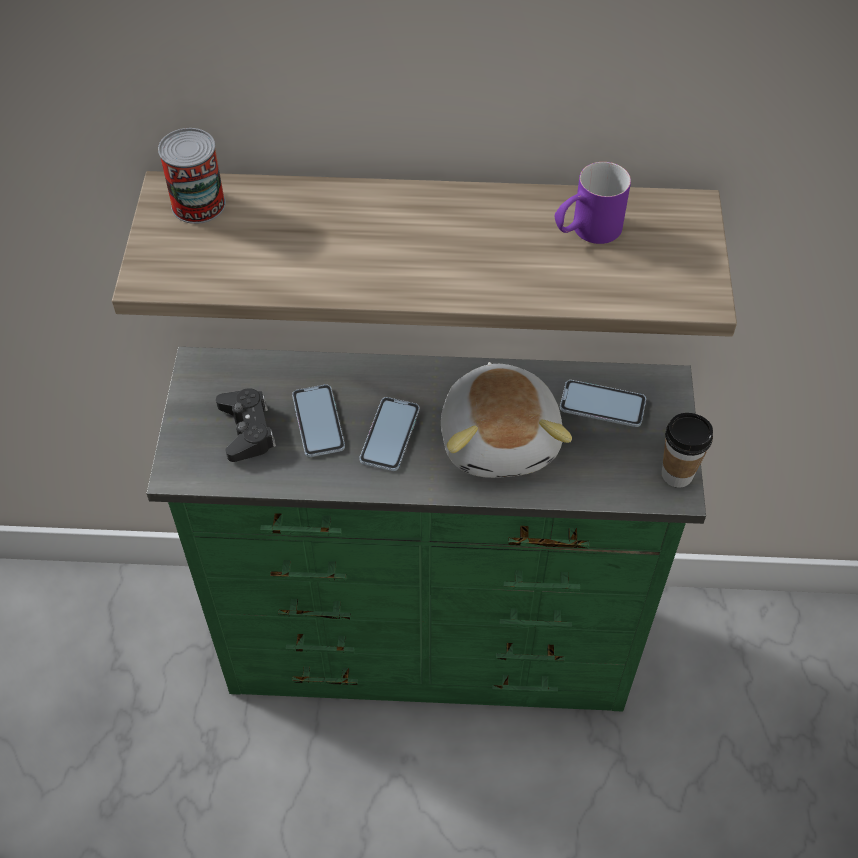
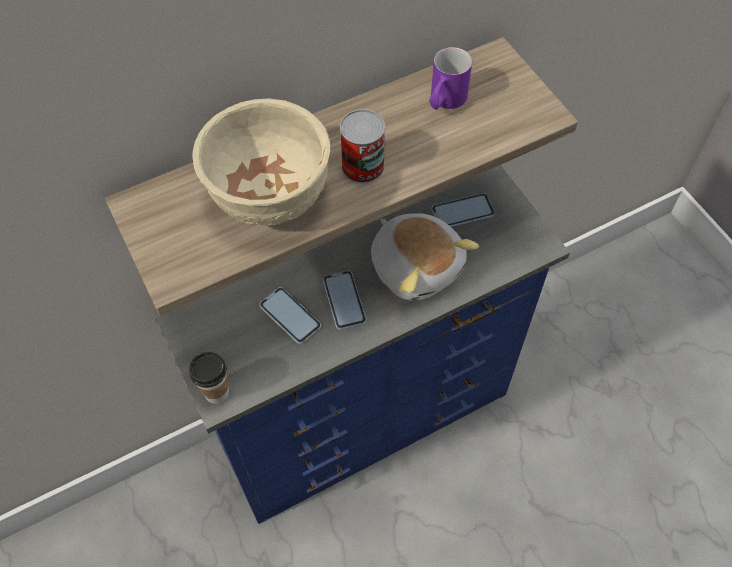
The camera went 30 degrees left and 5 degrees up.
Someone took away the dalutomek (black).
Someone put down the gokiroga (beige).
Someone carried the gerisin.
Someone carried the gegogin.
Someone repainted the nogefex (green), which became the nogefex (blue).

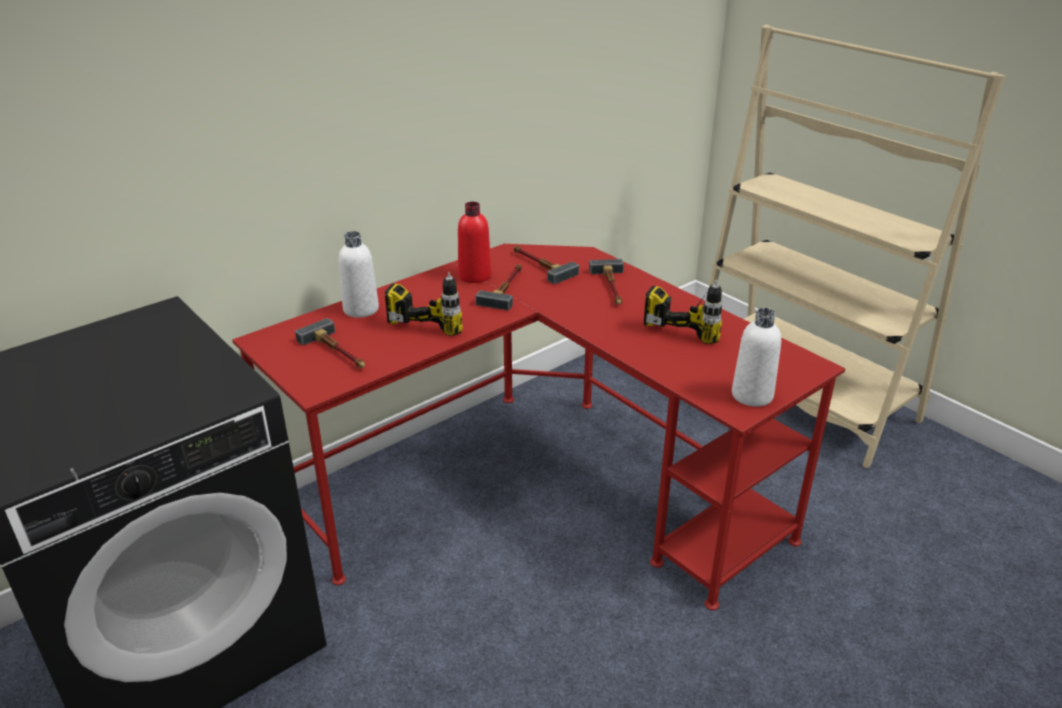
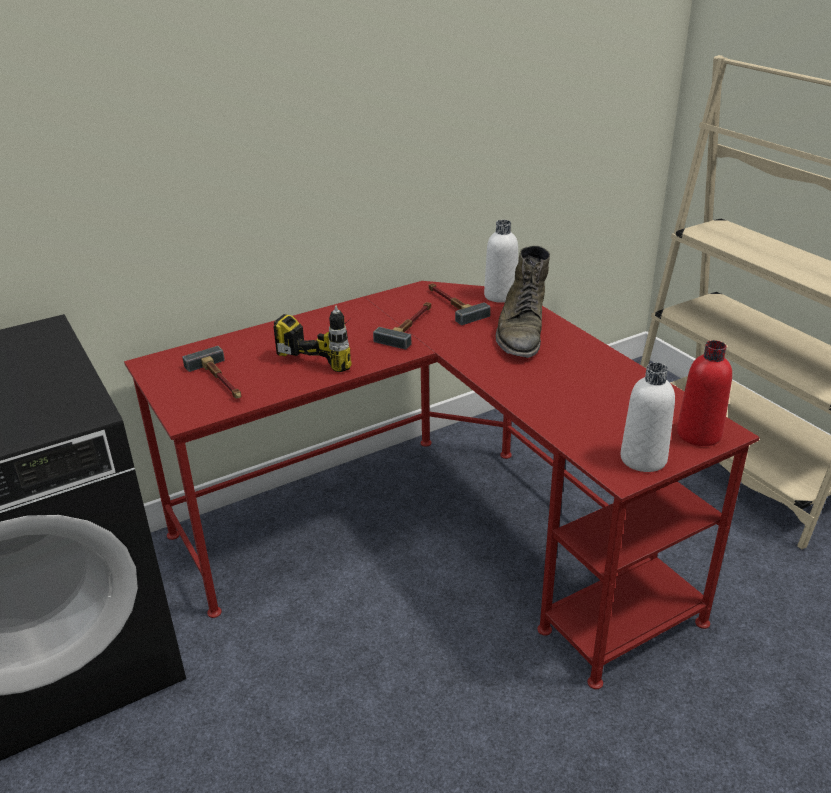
The camera went 10 degrees right and 0 degrees up.
Someone took away the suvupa (no. 2 from left).
Someone carried the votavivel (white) (no. 1 from left).
Someone carried the votavivel (red).
Someone swapped the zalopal (no. 4 from left) for the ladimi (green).

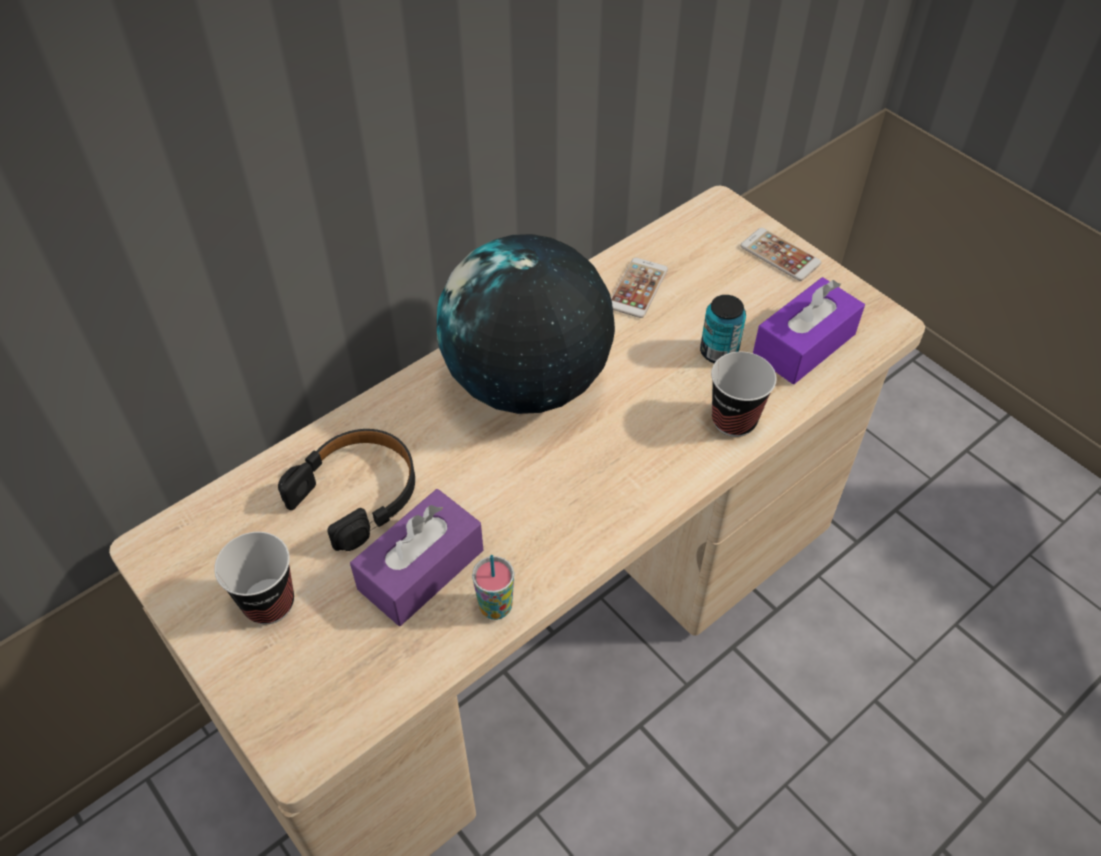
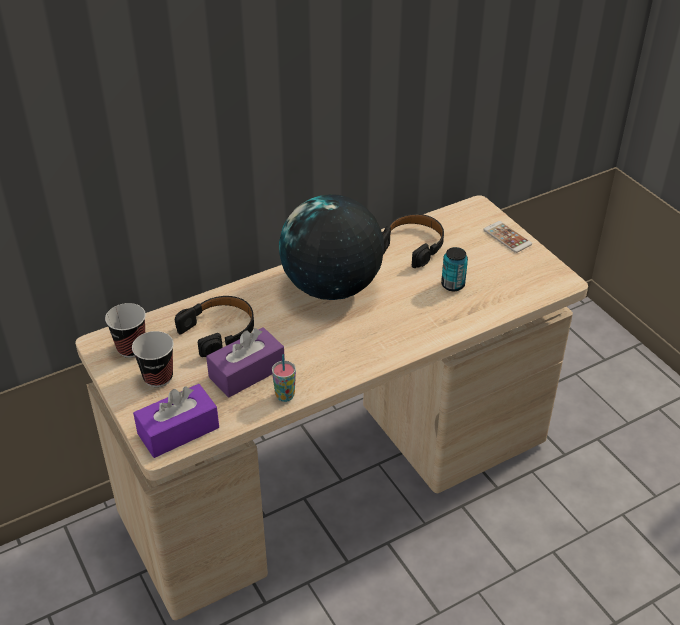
The camera went 10 degrees right and 10 degrees down.
Someone carried the gegogin (no. 3 from left in the first image).
Someone carried the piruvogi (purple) (no. 2 from left in the first image).
Someone swapped the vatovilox (no. 1 from left) for the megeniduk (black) (no. 2 from left).

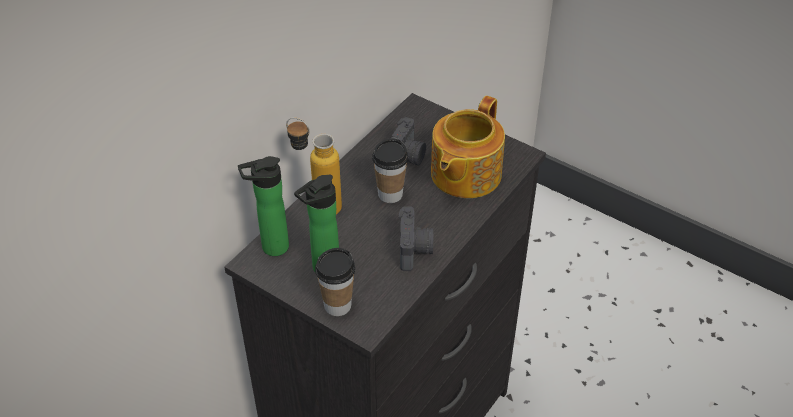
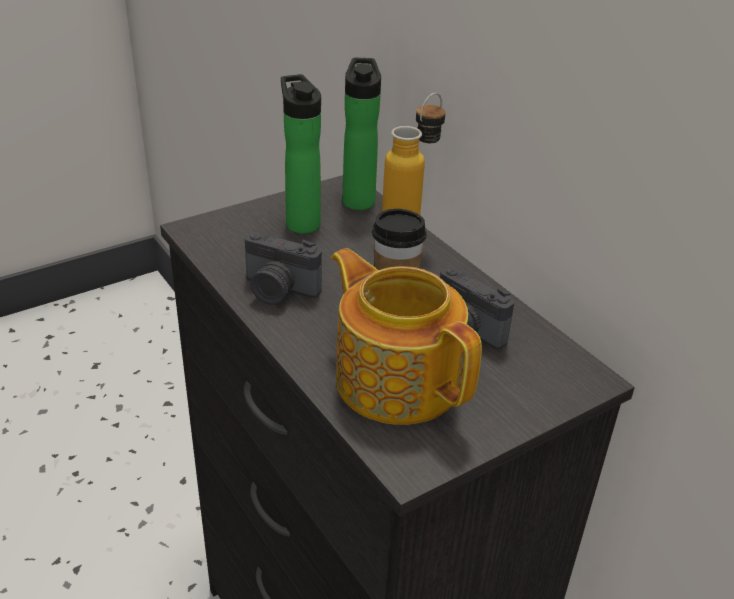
The camera went 110 degrees right and 10 degrees down.
Someone took away the gegogin (no. 1 from left).

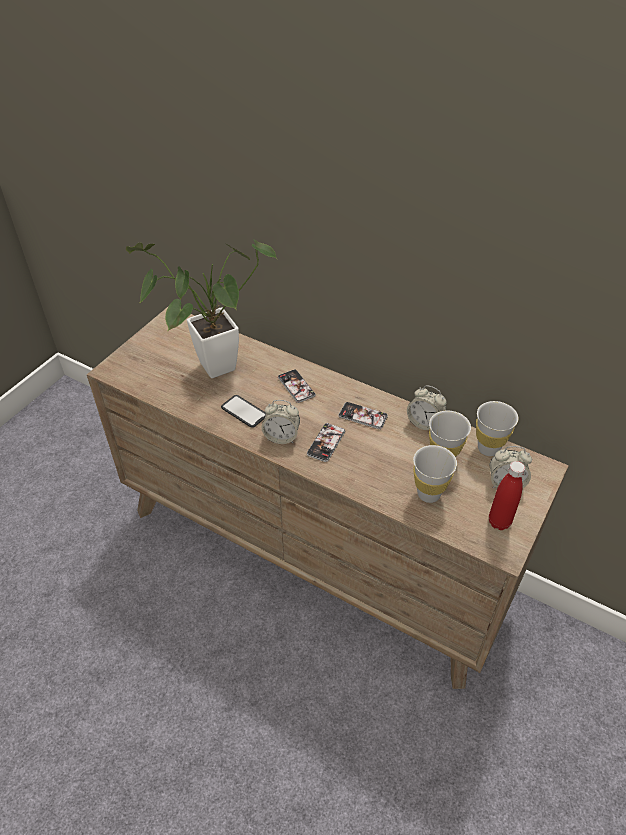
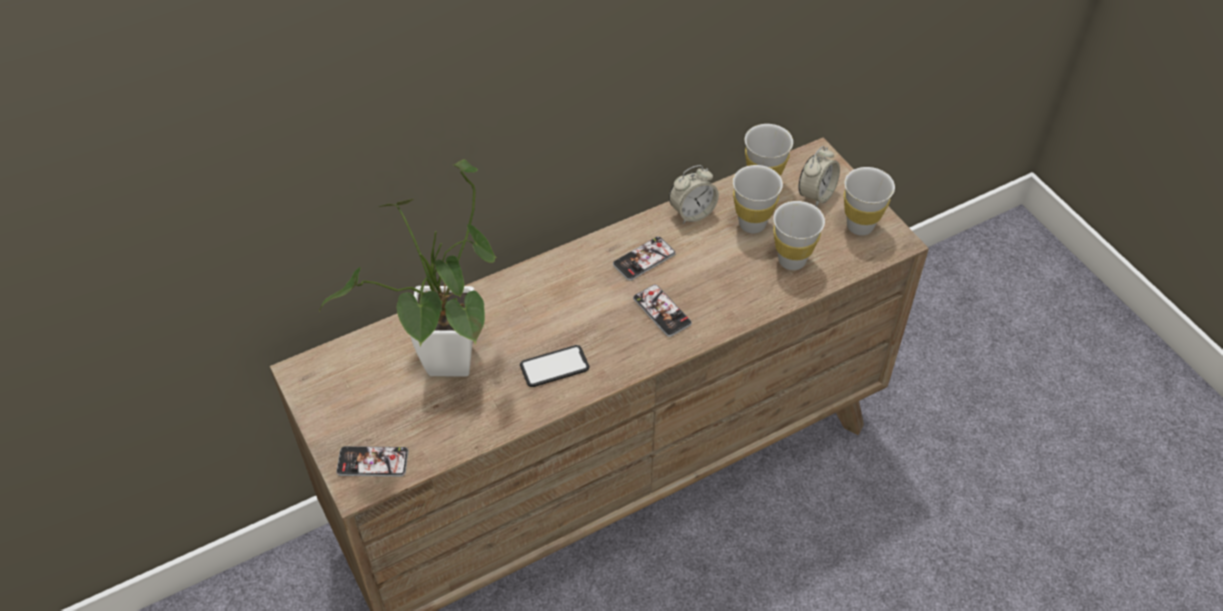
The camera went 60 degrees left and 5 degrees up.
Someone took away the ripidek (no. 1 from left).
Someone carried the vatovilox (no. 2 from left in the first image).
Someone swapped the votavivel (red) for the gegogin (white) (no. 4 from left).

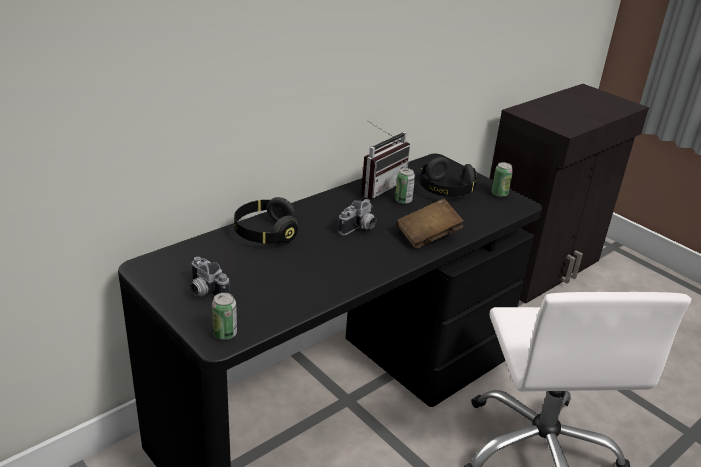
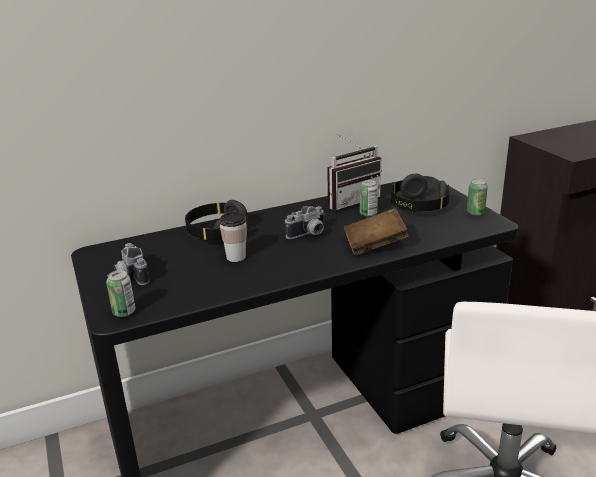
The camera went 20 degrees right and 5 degrees down.
Someone put down the gegogin.

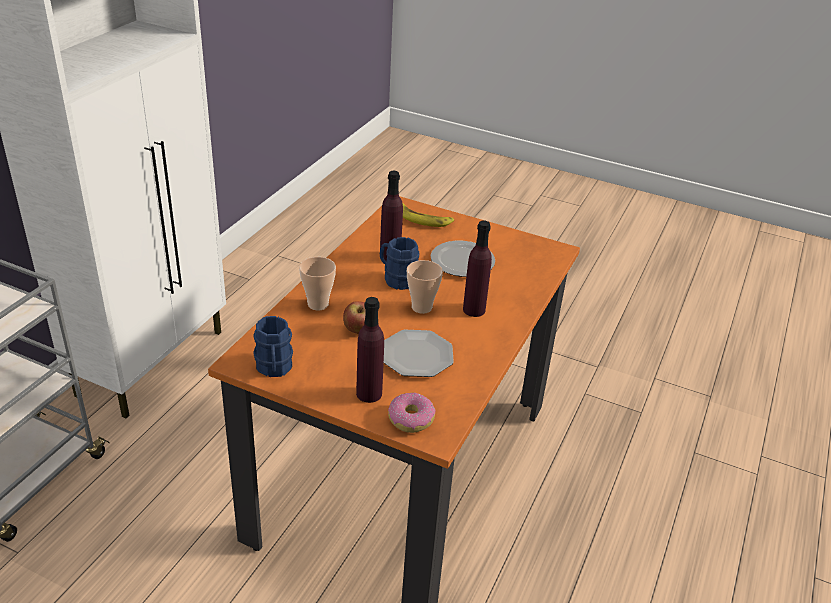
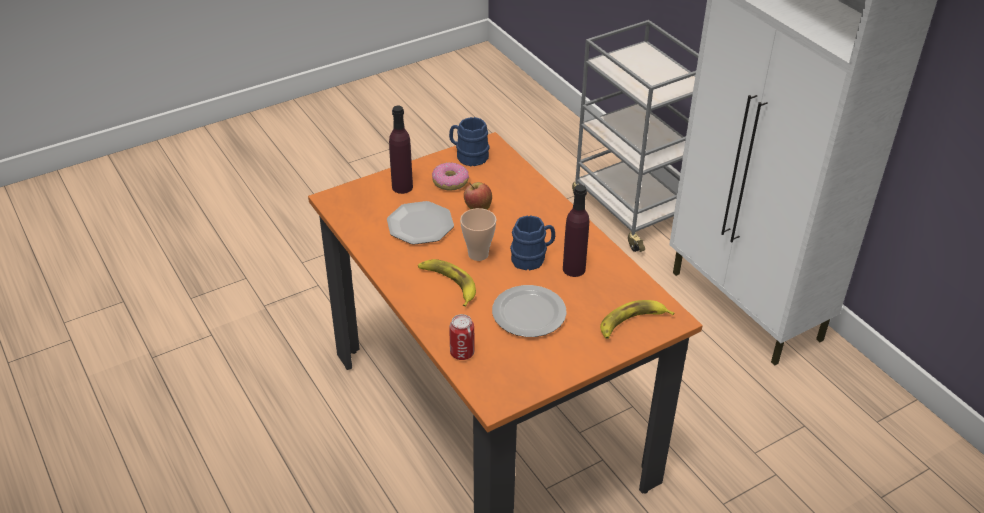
The camera went 125 degrees right and 5 degrees up.
Someone took away the gegogin (no. 1 from left).
Someone put down the gerisin.
Someone carried the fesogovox.
Someone swapped the votavivel (purple) (no. 3 from left) for the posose (no. 1 from left).

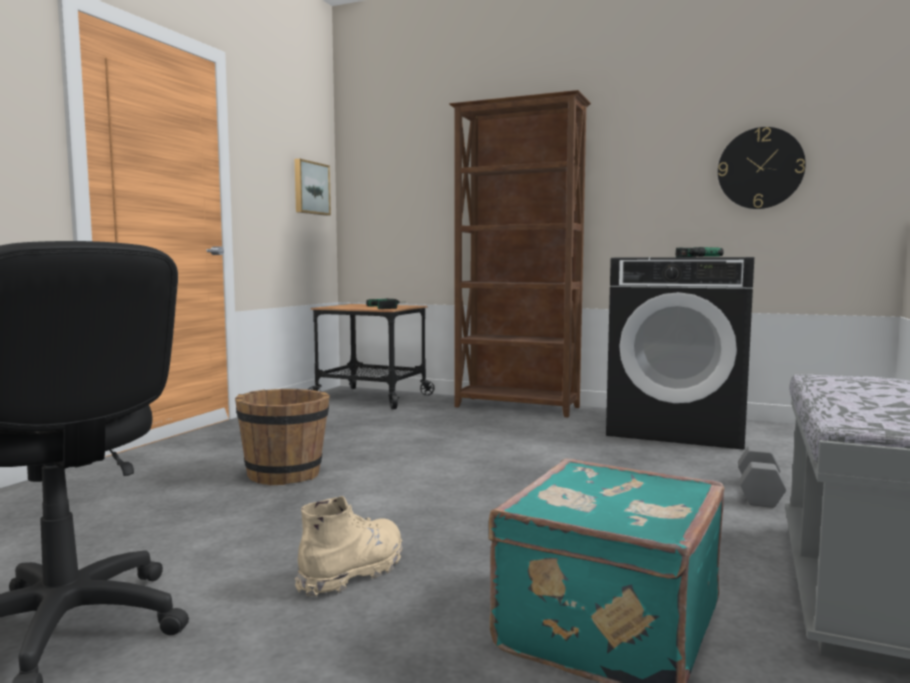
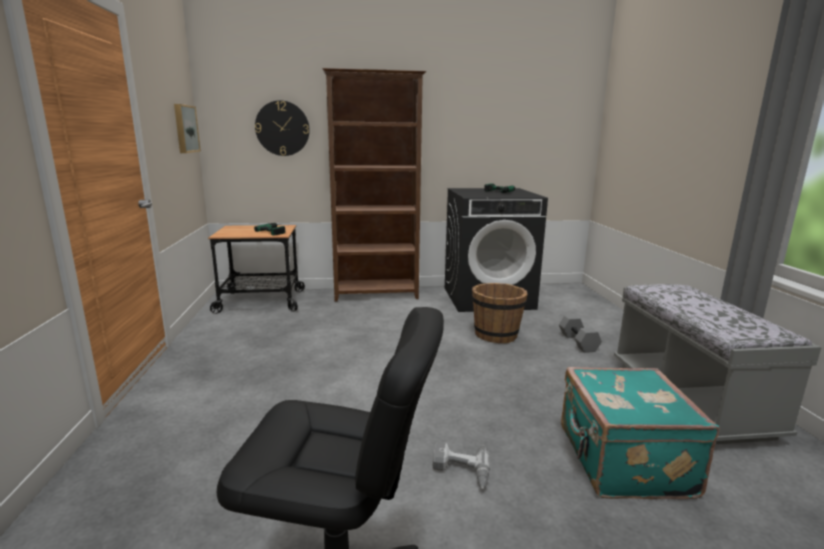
The camera went 30 degrees left and 10 degrees up.
Someone carried the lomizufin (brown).
Someone carried the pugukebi.
Someone swapped the ladimi (beige) for the suvupa (no. 2 from left).

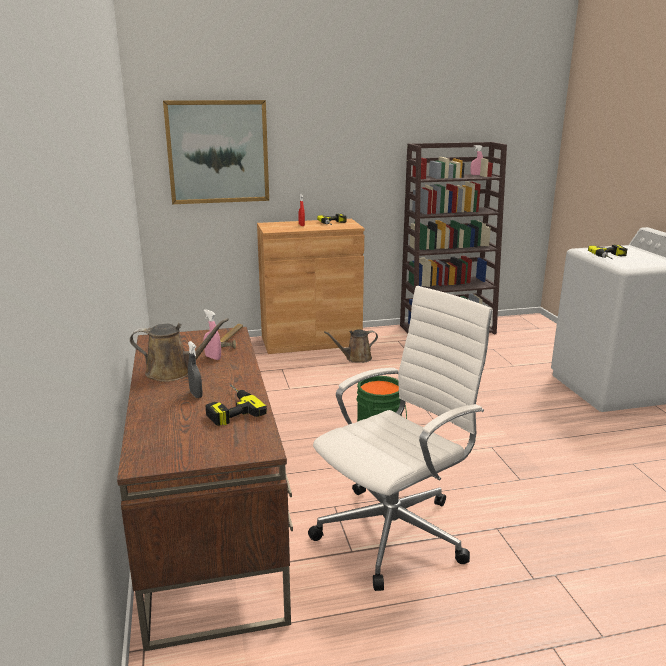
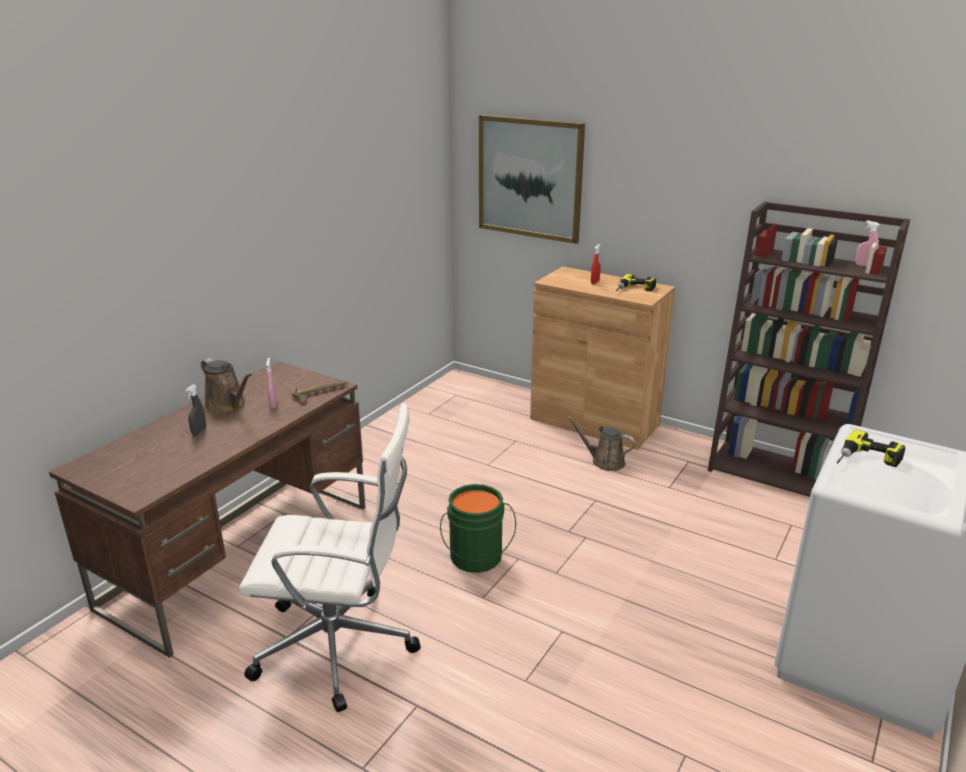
The camera went 45 degrees right and 5 degrees up.
Someone took away the suvupa (no. 1 from left).

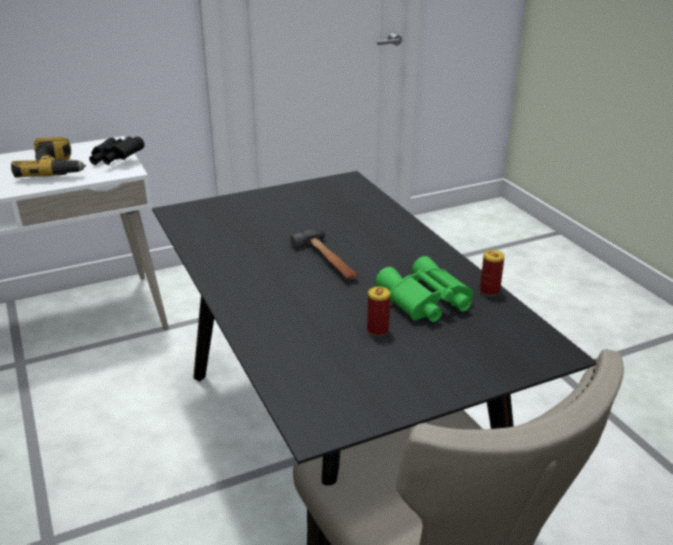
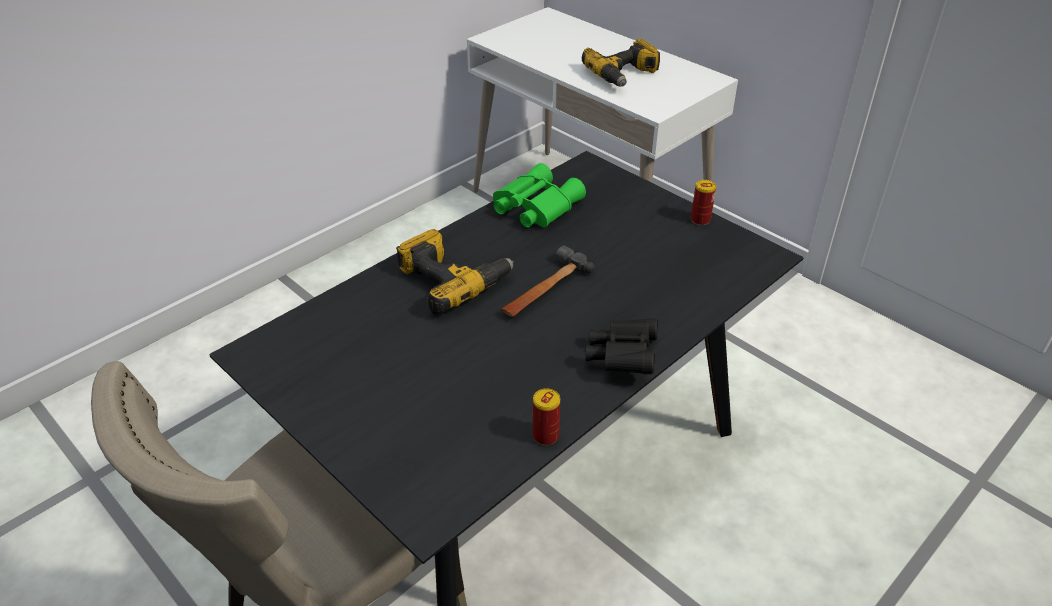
The camera went 70 degrees right and 10 degrees up.
Someone put down the suvupa (no. 1 from left).
Someone carried the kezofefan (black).
Someone carried the gerisin (no. 1 from left in the first image).
Someone carried the kezofefan (green).

